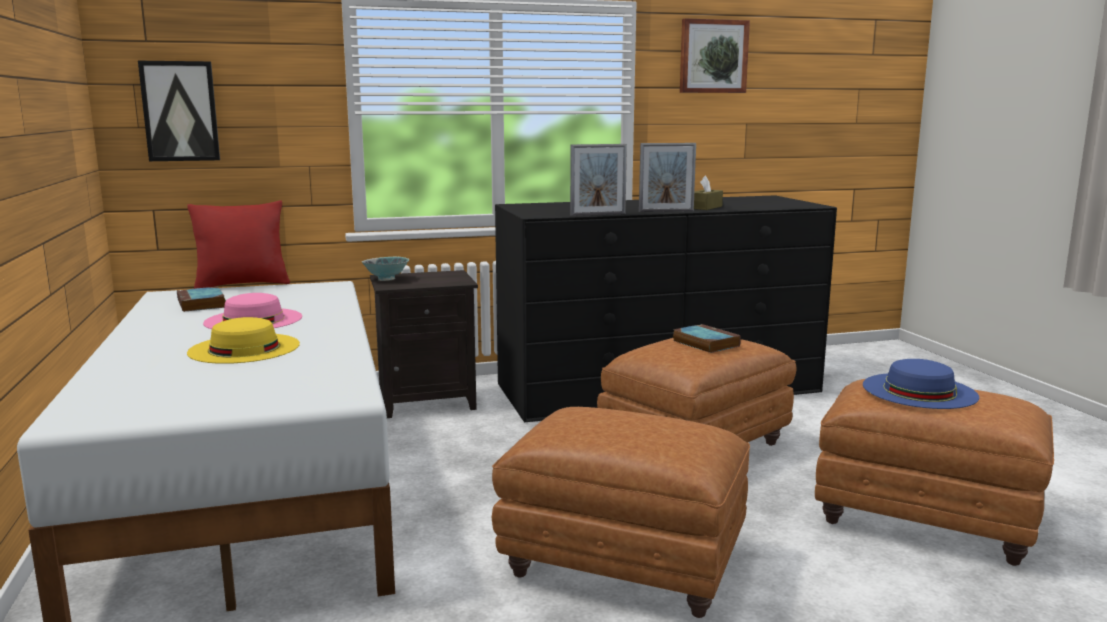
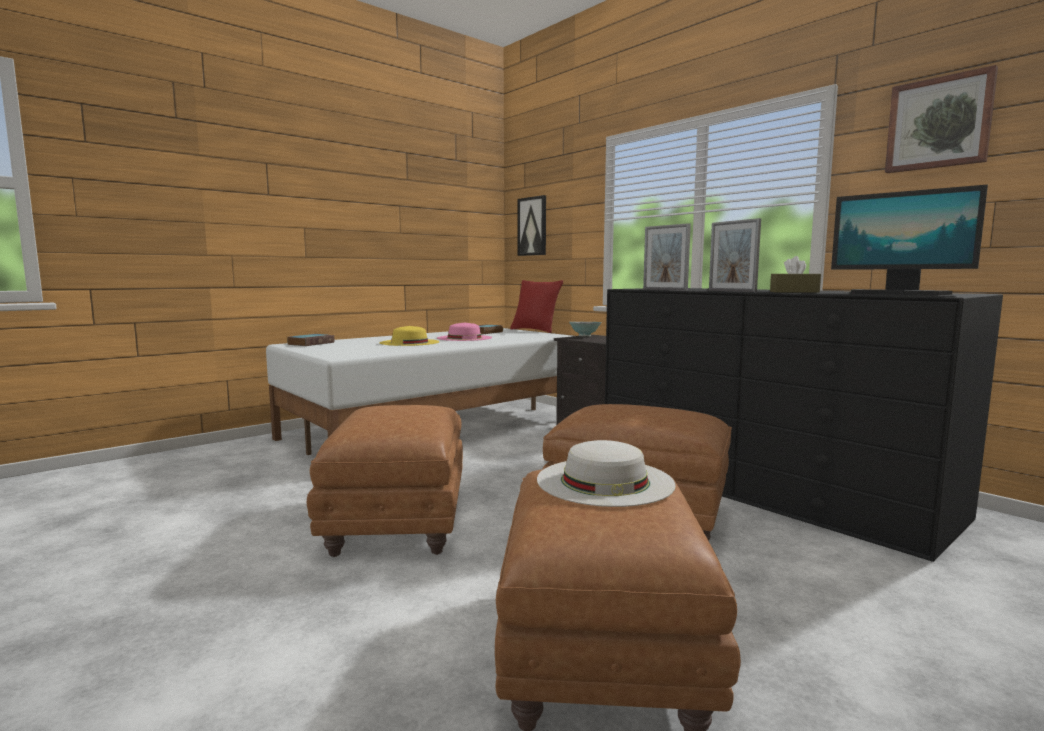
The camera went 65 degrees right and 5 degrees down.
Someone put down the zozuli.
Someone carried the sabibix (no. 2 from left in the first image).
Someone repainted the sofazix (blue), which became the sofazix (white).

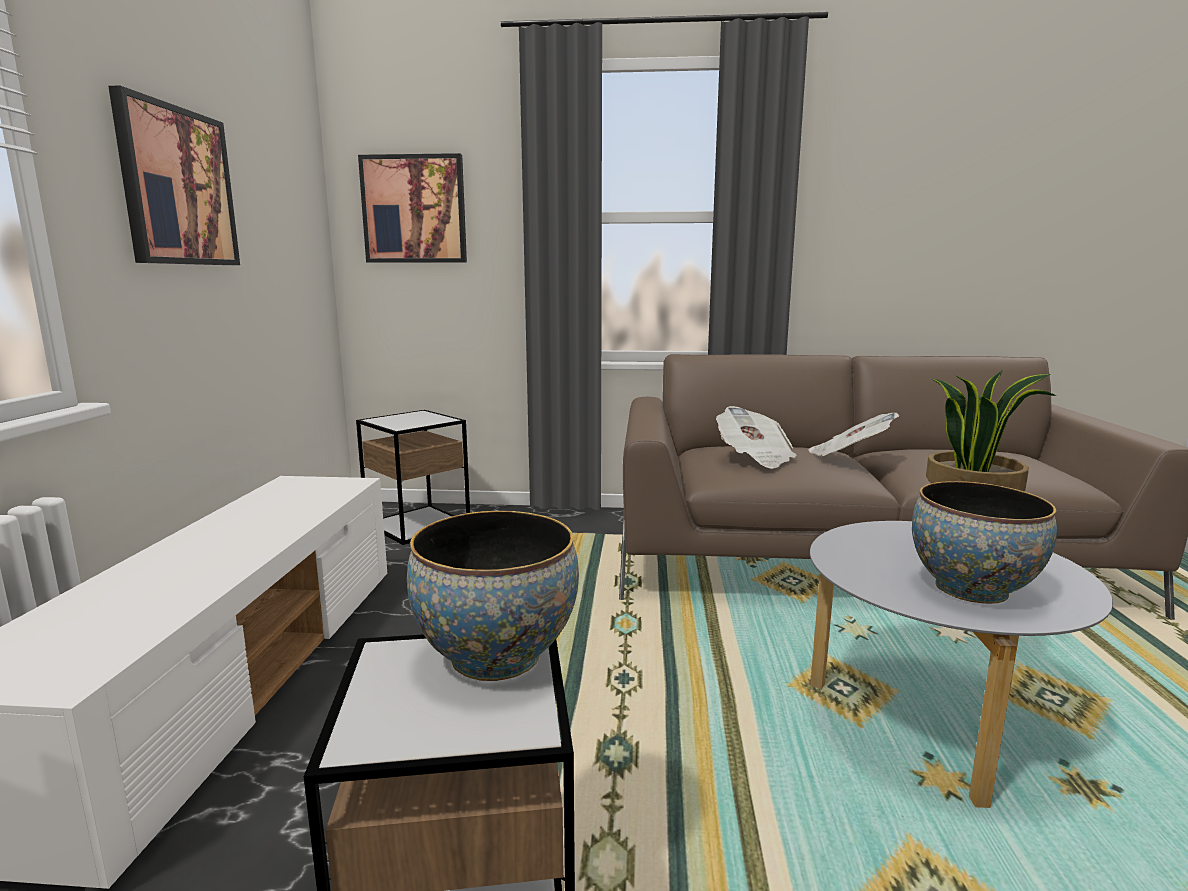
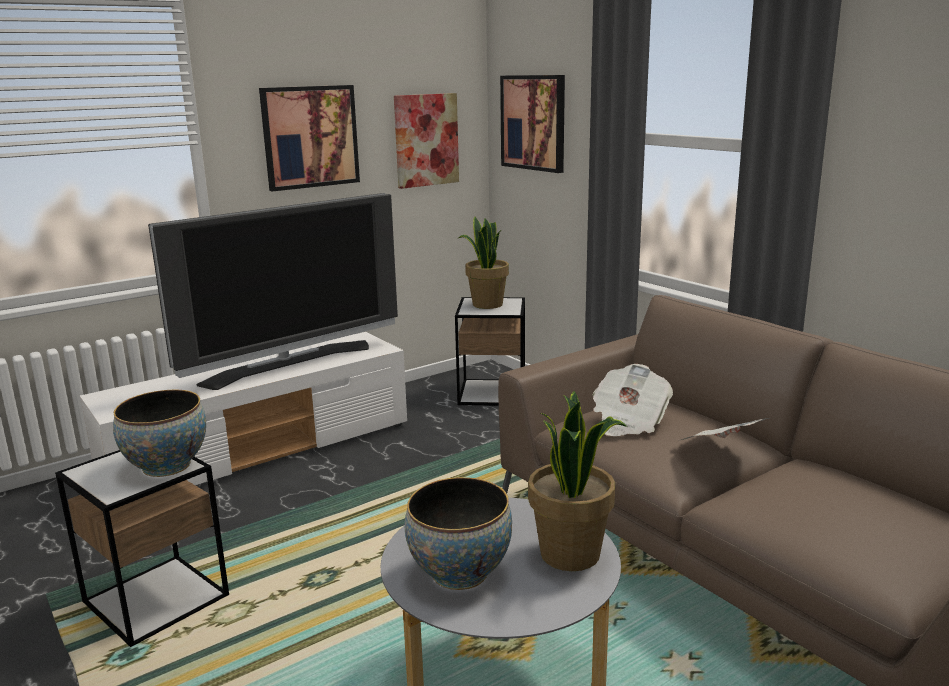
The camera went 50 degrees right and 5 degrees up.
Someone put down the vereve.
Someone put up the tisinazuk (no. 2 from left).
Someone put down the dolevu (no. 1 from left).

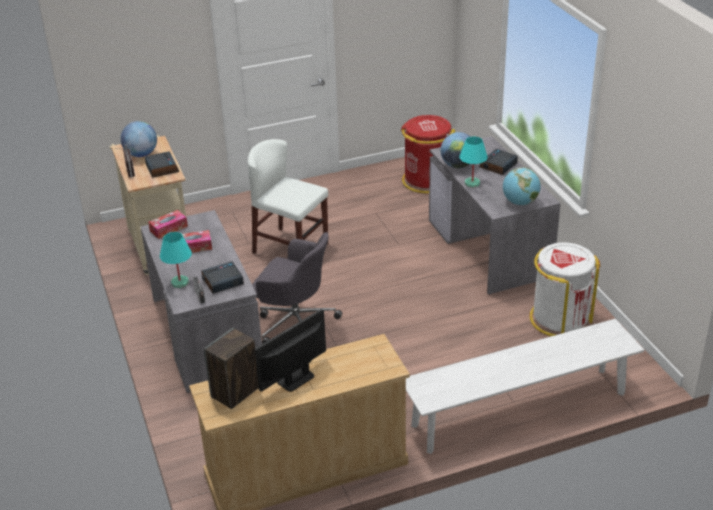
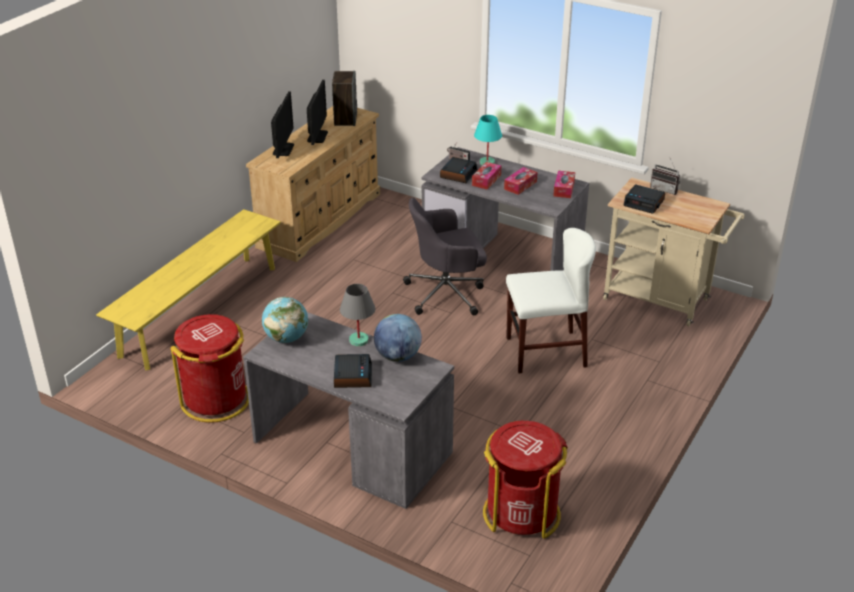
The camera went 140 degrees right and 0 degrees up.
Someone took away the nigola (no. 1 from left).
Someone put down the zozuli (no. 1 from left).
Someone put down the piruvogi (no. 1 from left).
Someone repainted the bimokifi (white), which became the bimokifi (yellow).
Someone repainted the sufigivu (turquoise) (no. 2 from left), which became the sufigivu (grey).
Someone repainted the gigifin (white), which became the gigifin (red) (no. 1 from left).

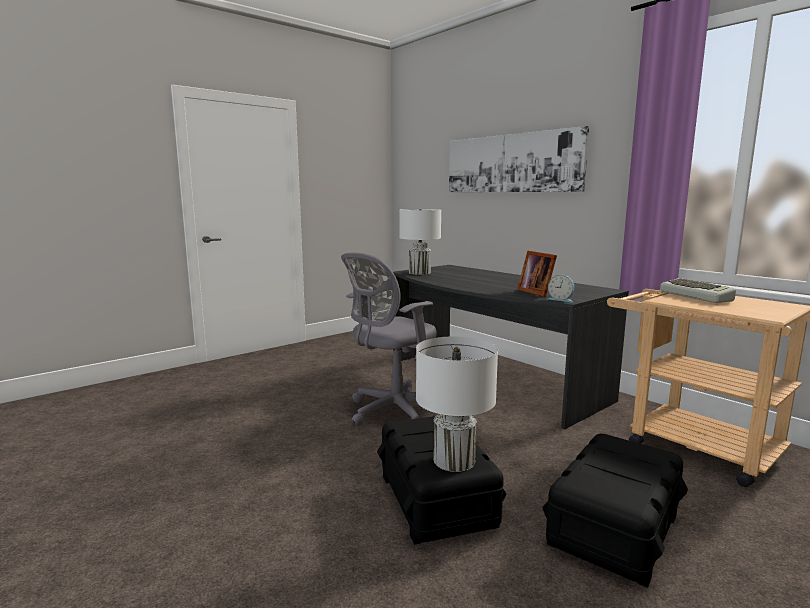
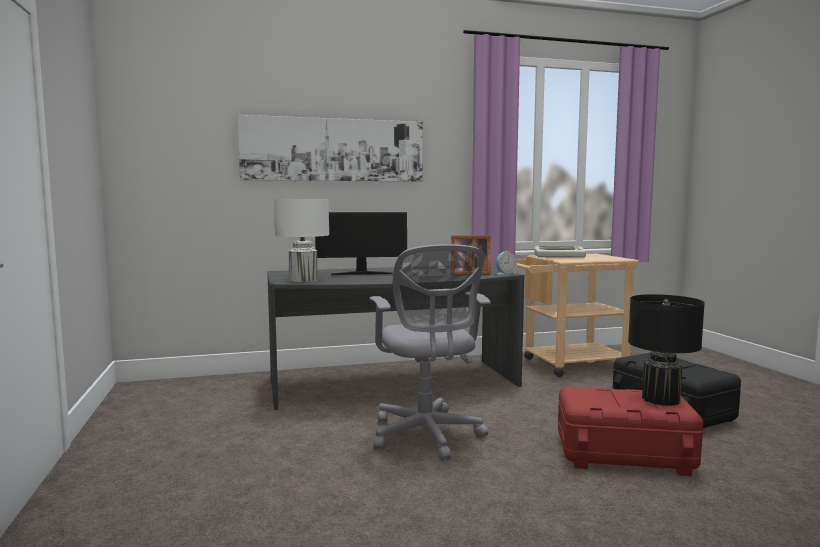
The camera went 65 degrees left and 5 degrees down.
Someone put down the zozuli.
Someone repainted the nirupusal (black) (no. 1 from left), which became the nirupusal (red).
Someone repainted the sufigivu (white) (no. 2 from left), which became the sufigivu (black).

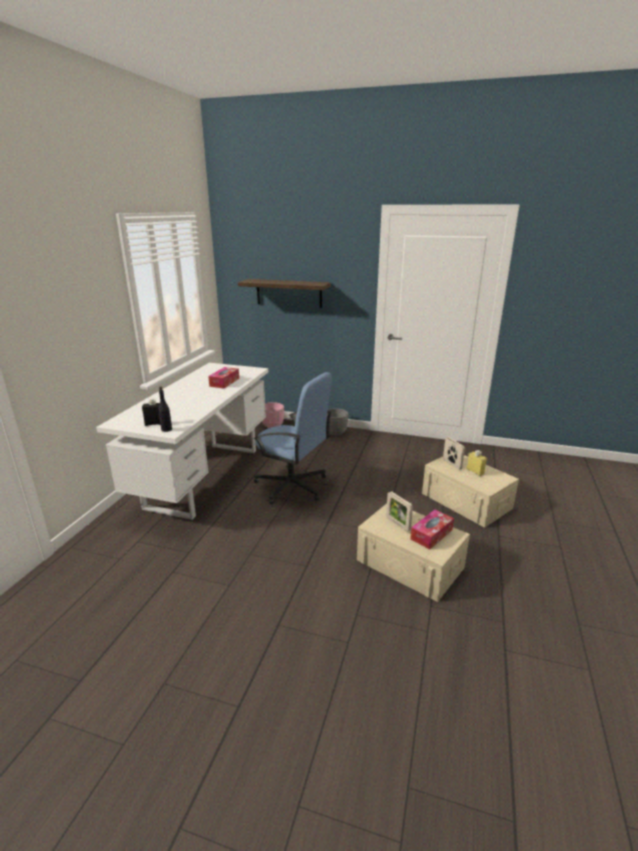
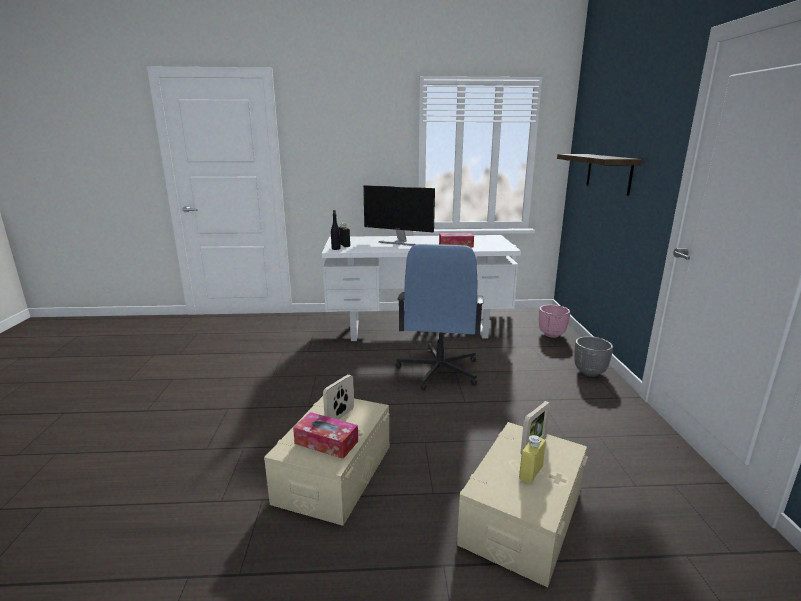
The camera went 70 degrees right and 5 degrees down.
Someone put down the zozuli.

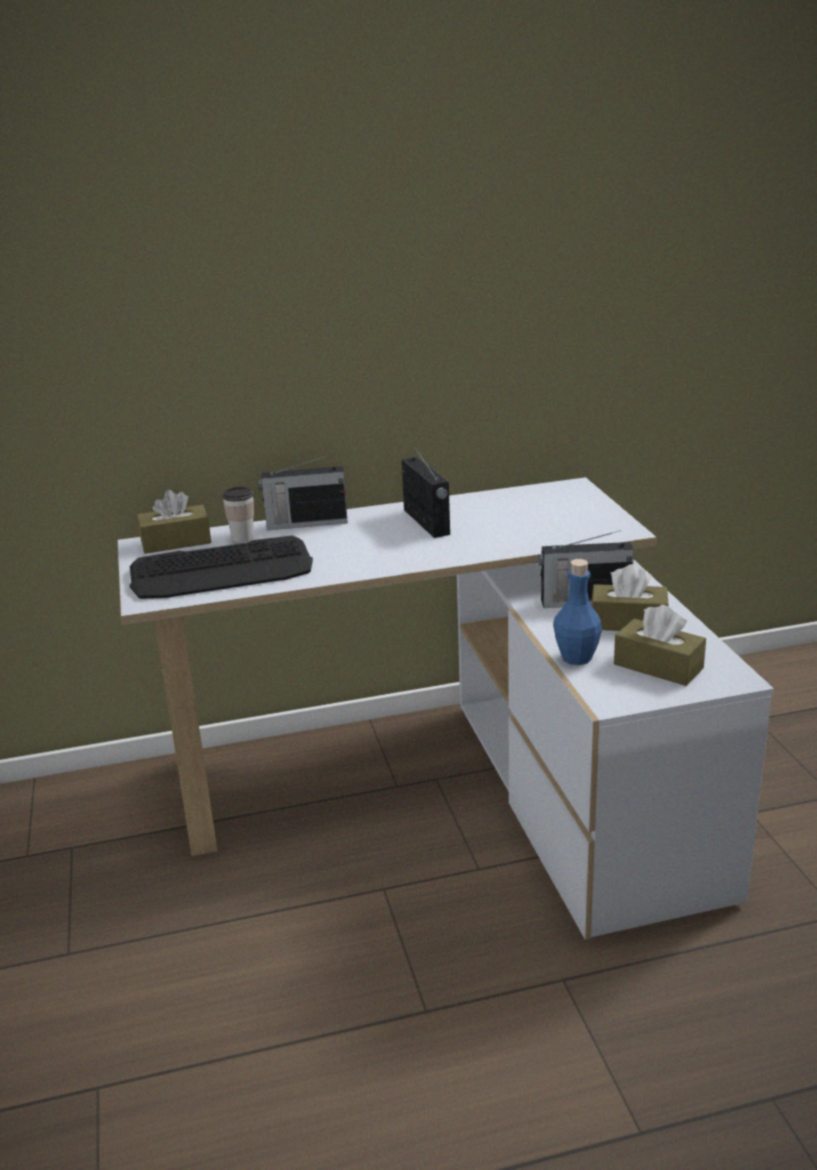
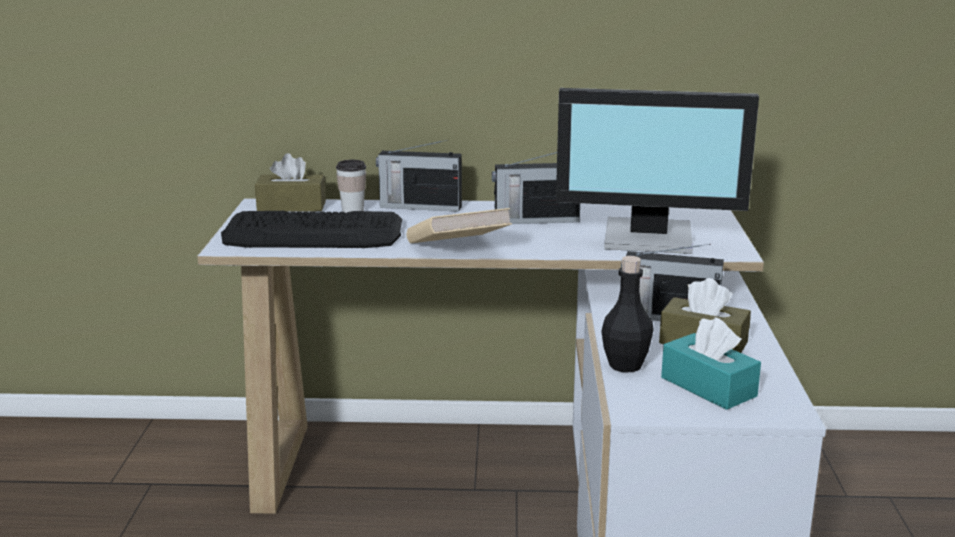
The camera went 15 degrees right and 5 degrees down.
Someone put down the sabibix (beige).
Someone put down the zozuli.
Someone repainted the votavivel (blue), which became the votavivel (black).
Someone repainted the piruvogi (brown) (no. 3 from left), which became the piruvogi (turquoise).
Someone rotated the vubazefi (no. 2 from left) by 90 degrees clockwise.

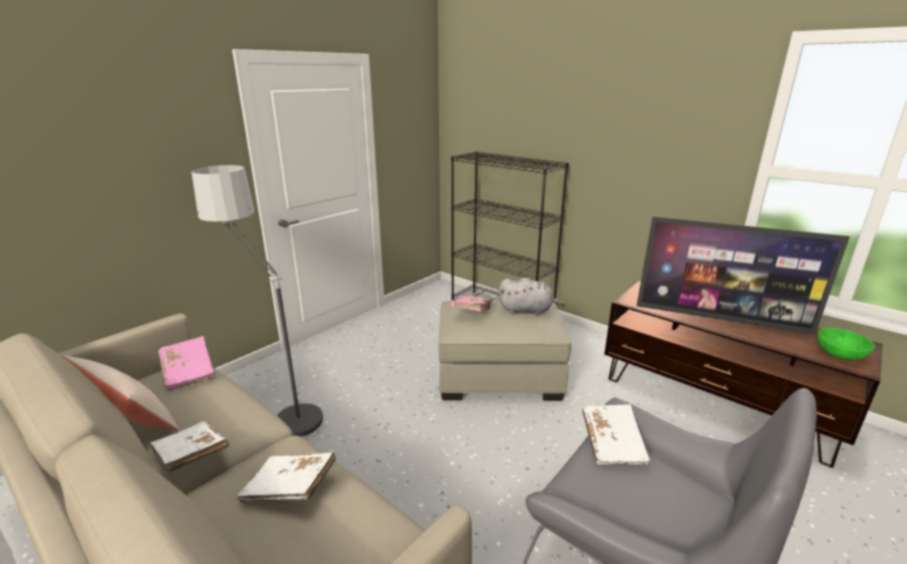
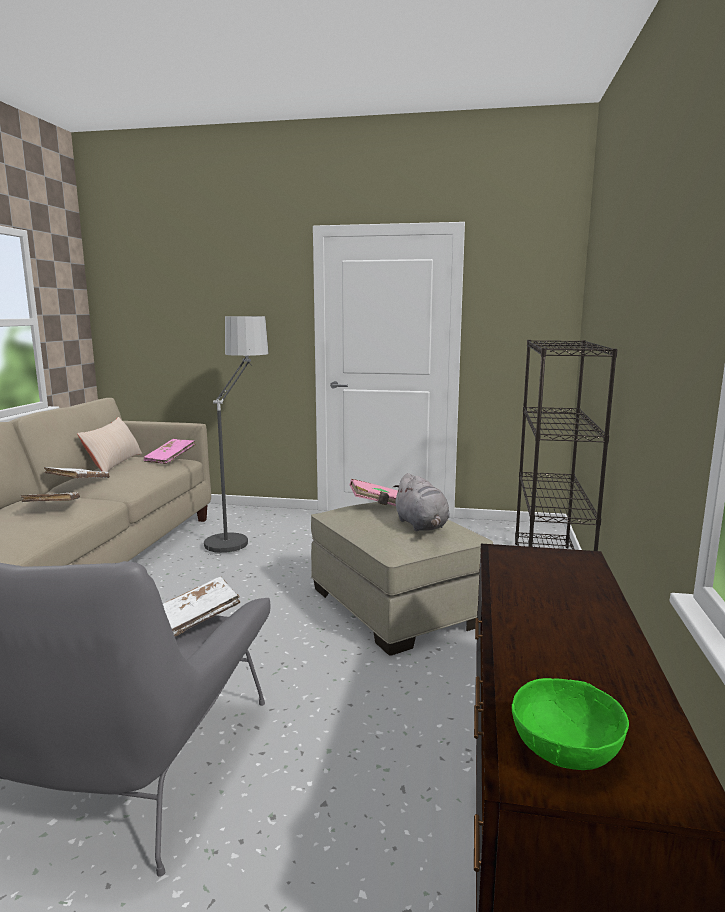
The camera went 60 degrees right and 10 degrees down.
Someone took away the vereve.

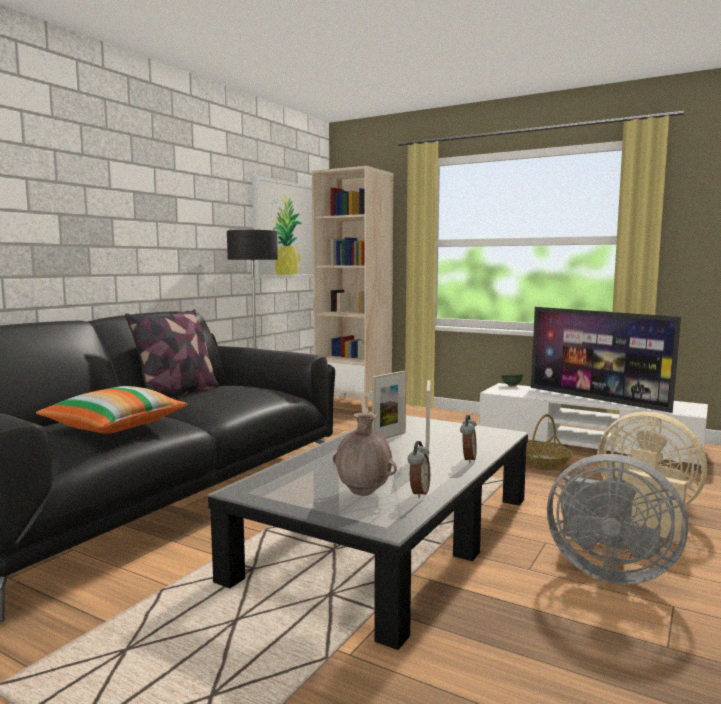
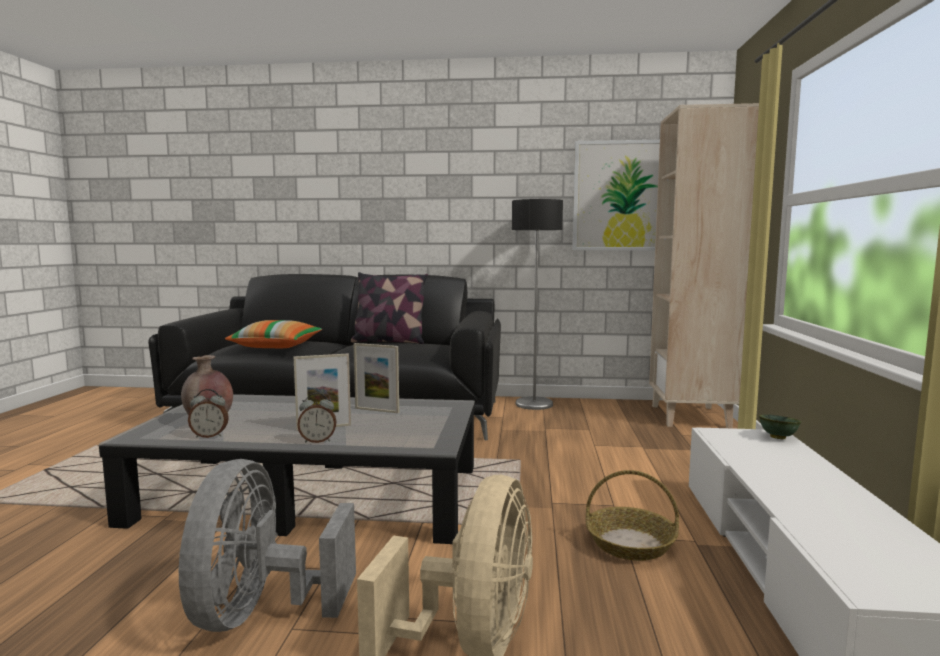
The camera went 65 degrees right and 0 degrees up.
Someone took away the vereve.

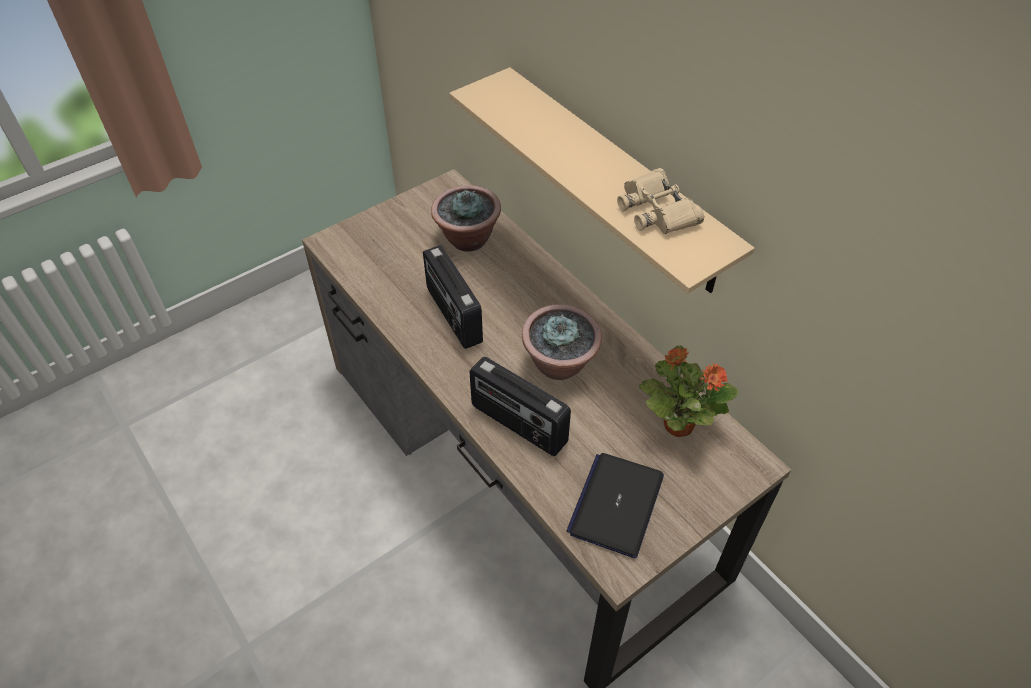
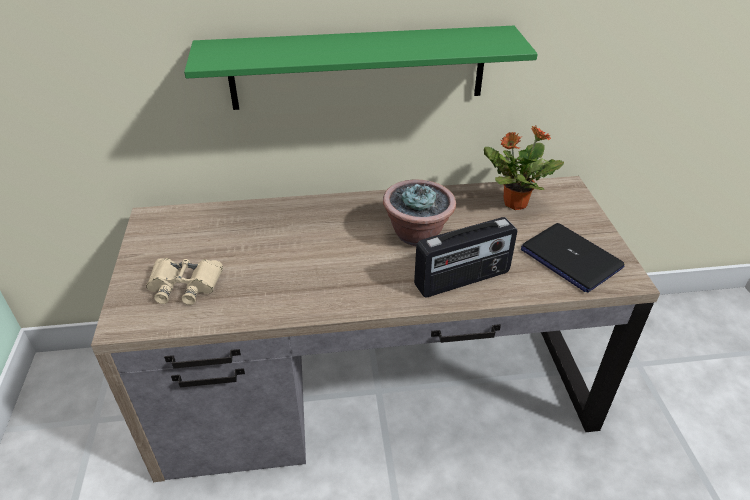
The camera went 60 degrees left and 10 degrees down.
Someone took away the vubazefi (no. 1 from left).
Someone took away the dolevu (no. 1 from left).
Someone carried the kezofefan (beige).
Someone repainted the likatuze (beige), which became the likatuze (green).

